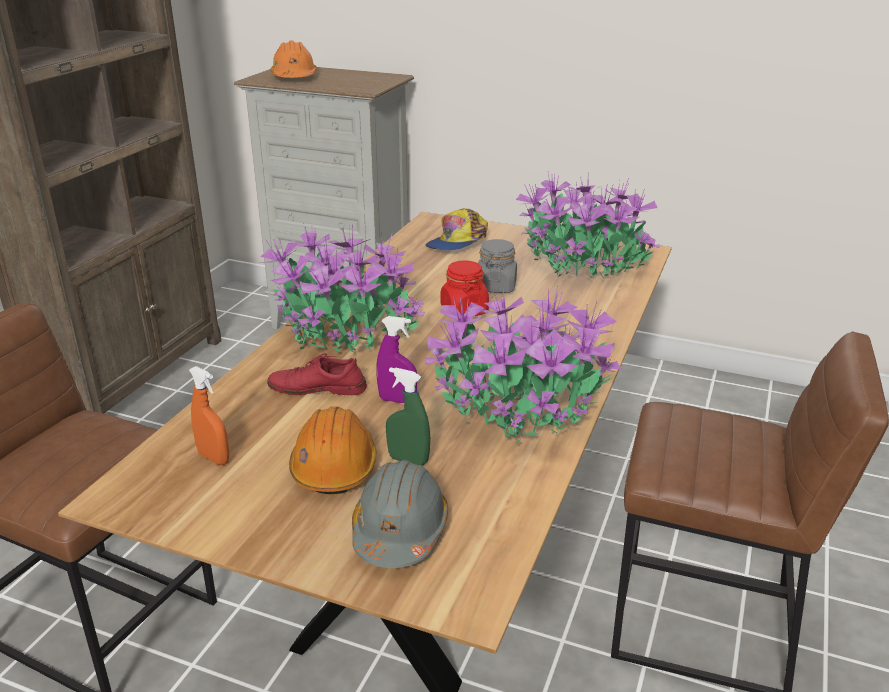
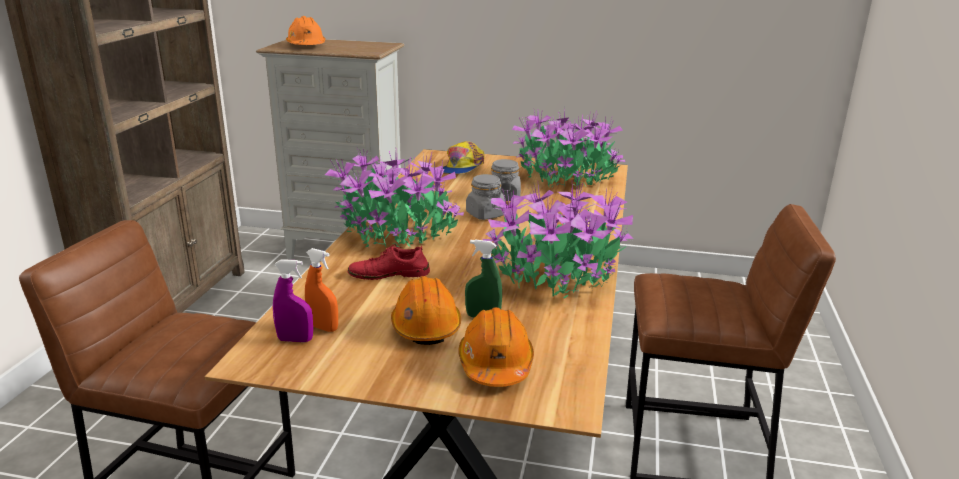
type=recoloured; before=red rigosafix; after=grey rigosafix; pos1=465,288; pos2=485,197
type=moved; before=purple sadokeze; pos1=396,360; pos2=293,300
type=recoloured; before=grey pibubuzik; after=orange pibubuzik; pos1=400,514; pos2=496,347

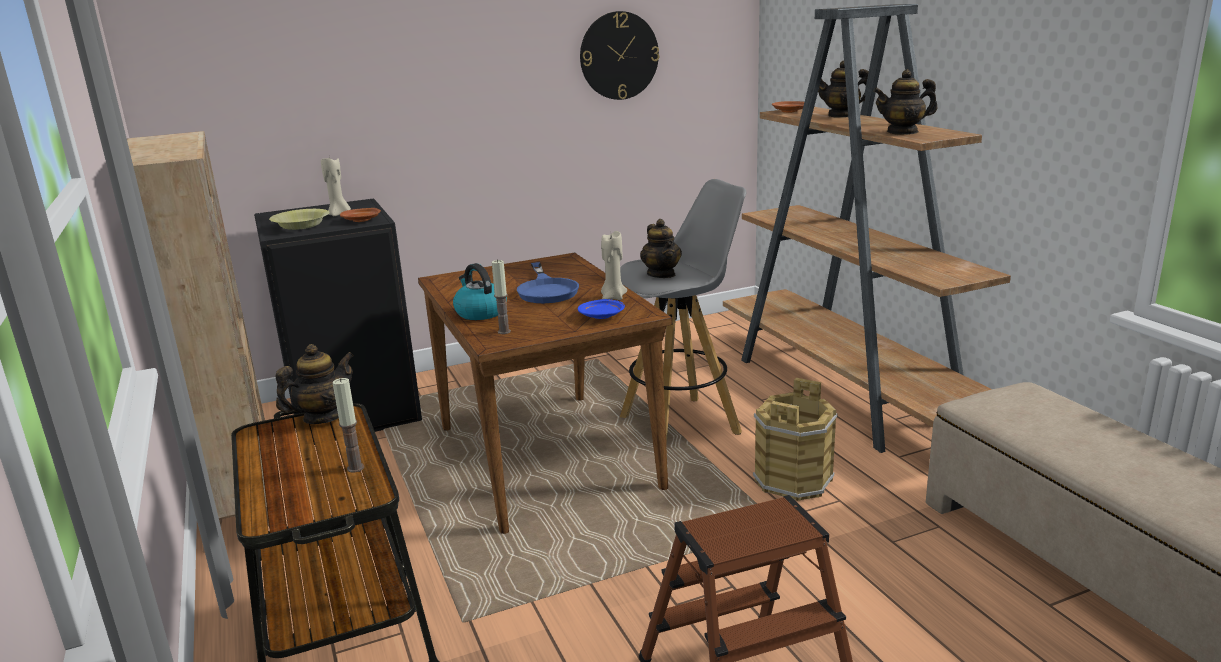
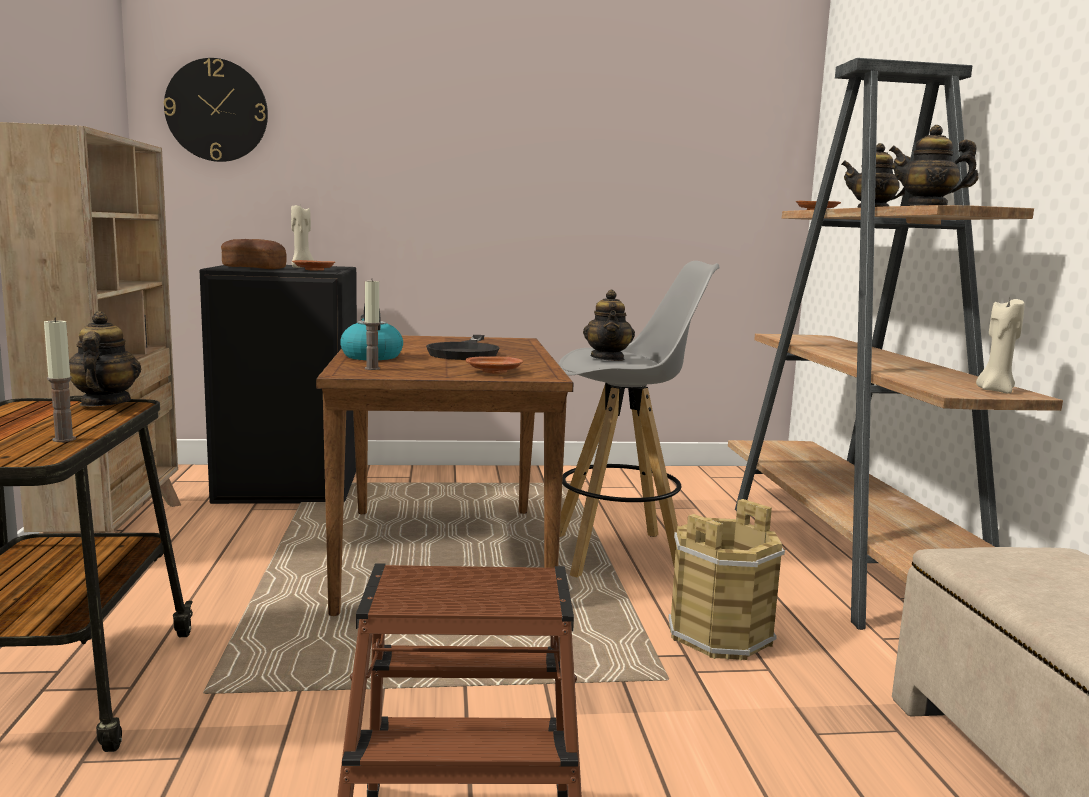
type=moved; before=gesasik; pos1=619,55; pos2=216,110
type=replaced; before=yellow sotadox; after=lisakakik; pos1=299,219; pos2=254,254
type=moved; before=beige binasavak; pos1=614,265; pos2=1000,346
type=recoloured; before=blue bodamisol; after=black bodamisol; pos1=548,282; pos2=462,347
type=recoloured; before=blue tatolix; after=brown tatolix; pos1=601,309; pos2=494,365
type=turned; before=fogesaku; pos1=315,384; pos2=105,359; turn=-75

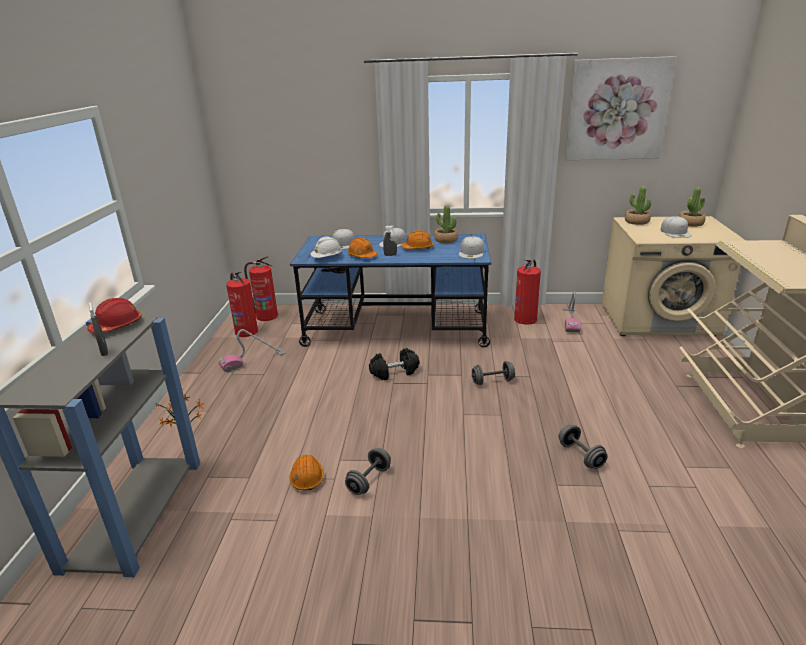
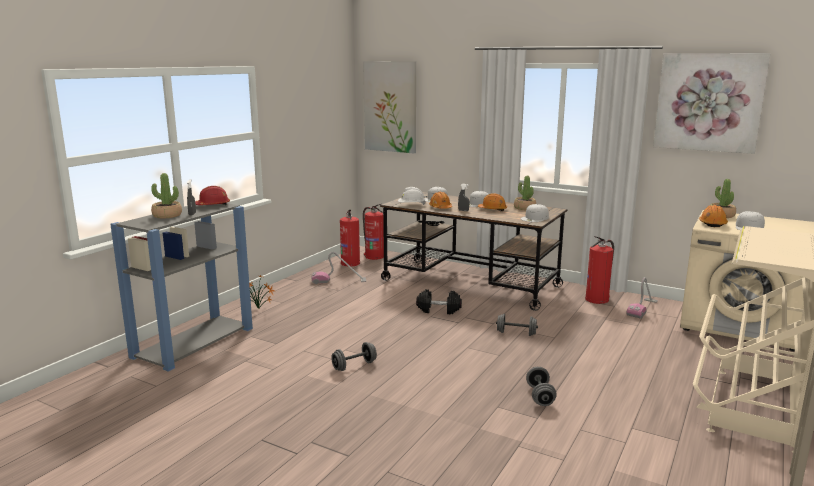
type=moved; before=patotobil; pos1=692,207; pos2=166,196
type=recoloured; before=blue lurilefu; after=brown lurilefu; pos1=390,291; pos2=473,251
type=moved; before=orange pibubuzik; pos1=307,473; pos2=713,216
type=added; after=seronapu; pos2=389,107

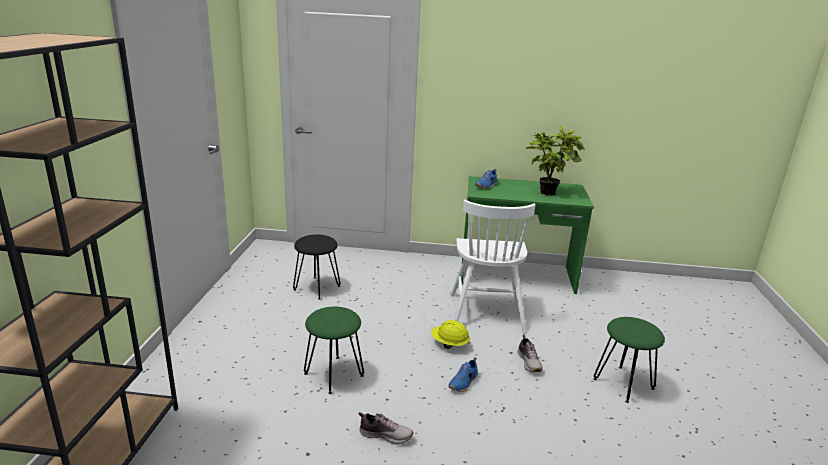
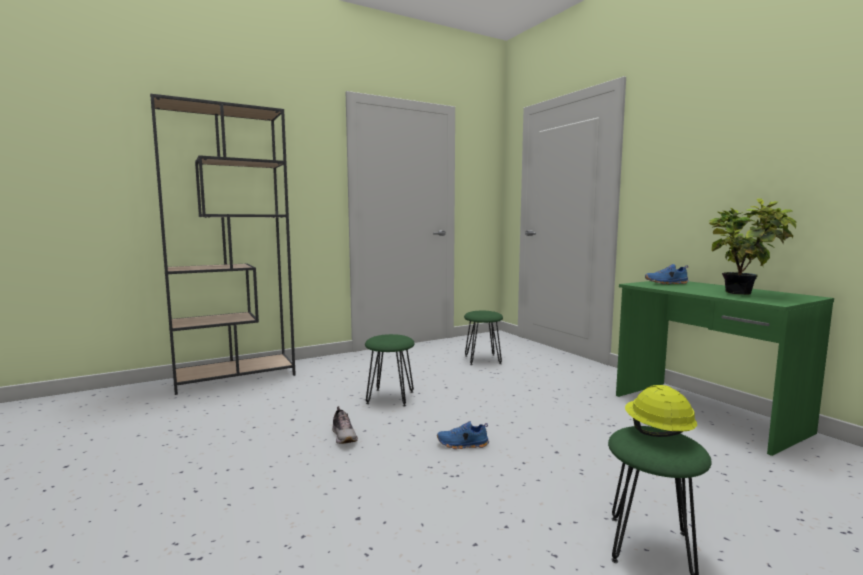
type=removed; before=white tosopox; pos1=492,266
type=recoloured; before=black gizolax; after=green gizolax; pos1=317,267; pos2=483,338
type=moved; before=yellow pibubuzik; pos1=450,334; pos2=661,411
type=removed; before=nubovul; pos1=530,353

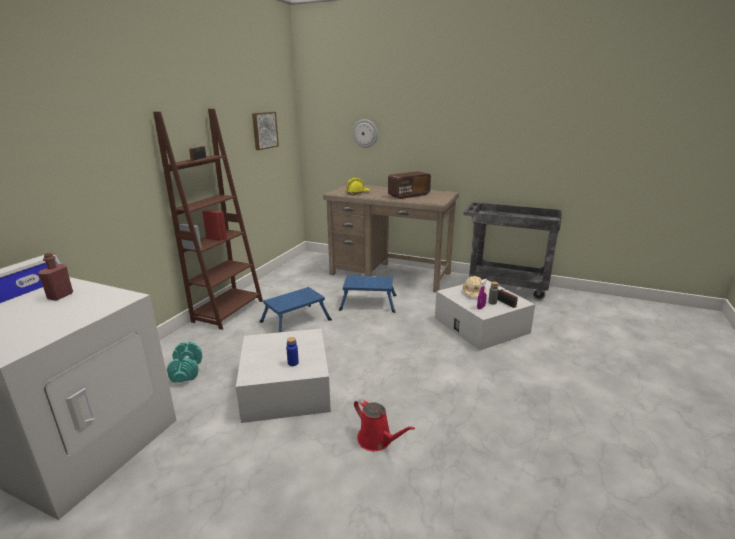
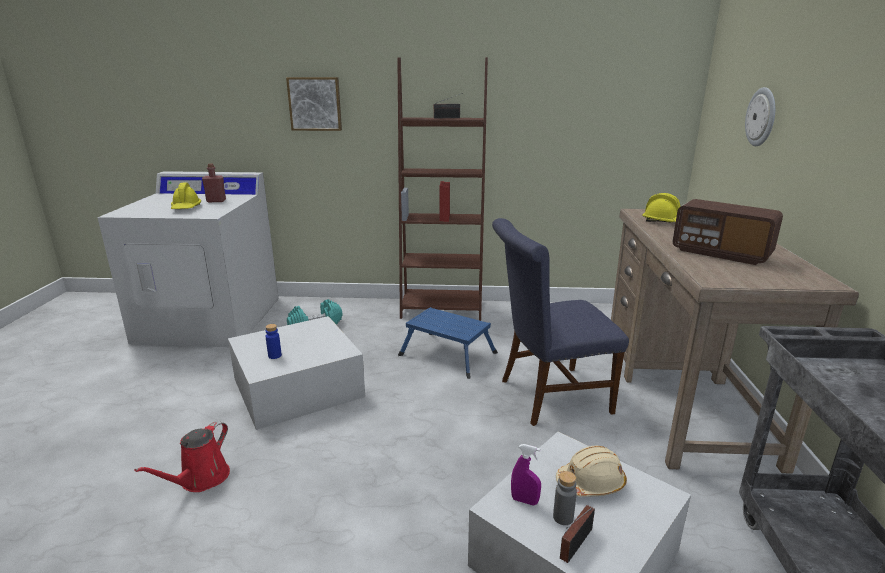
type=moved; before=seronapu; pos1=265,131; pos2=314,104
type=replaced; before=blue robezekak; after=blue tosopox; pos1=368,294; pos2=560,322
type=added; after=yellow pibubuzik; pos2=186,196

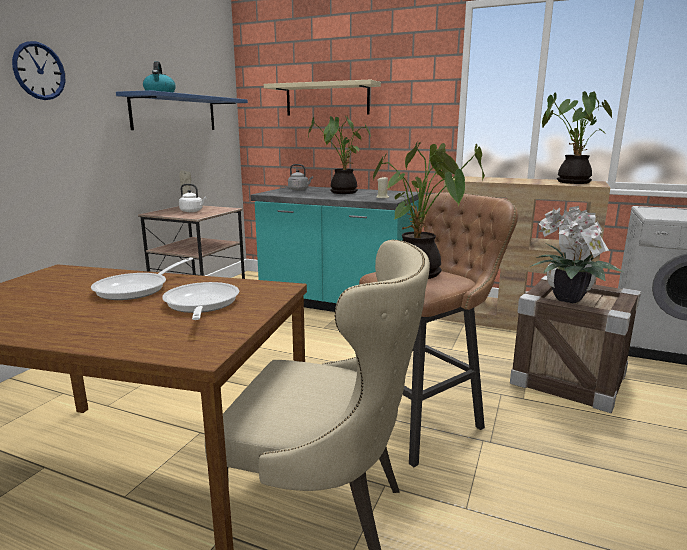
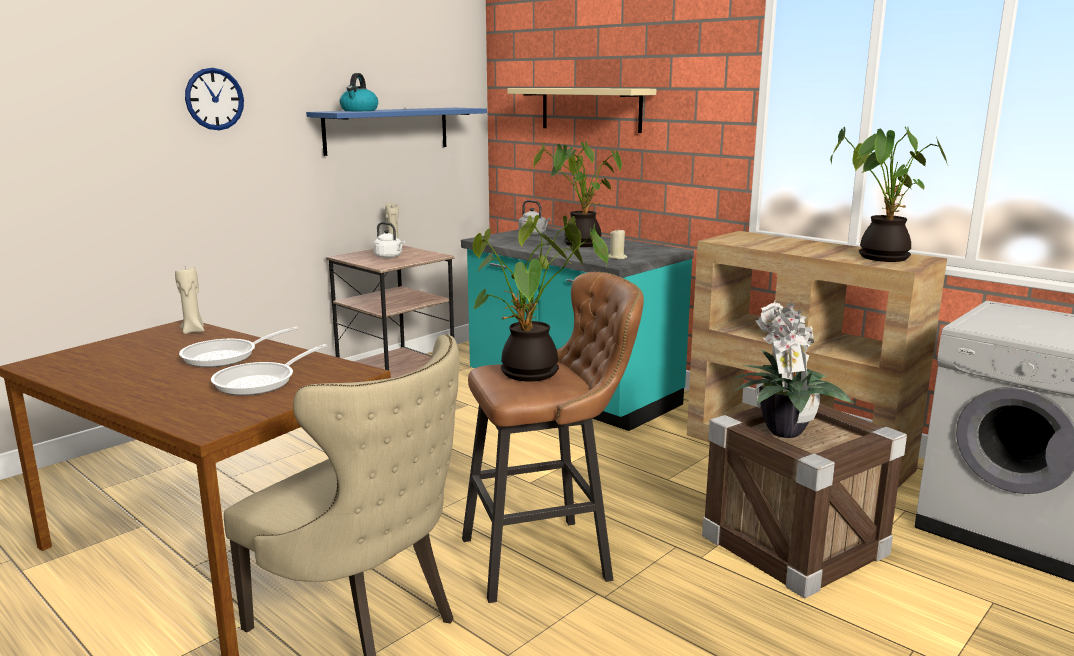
type=turned; before=bodamisol; pos1=200,301; pos2=269,370; turn=-150
type=added; after=beige binasavak; pos2=190,300

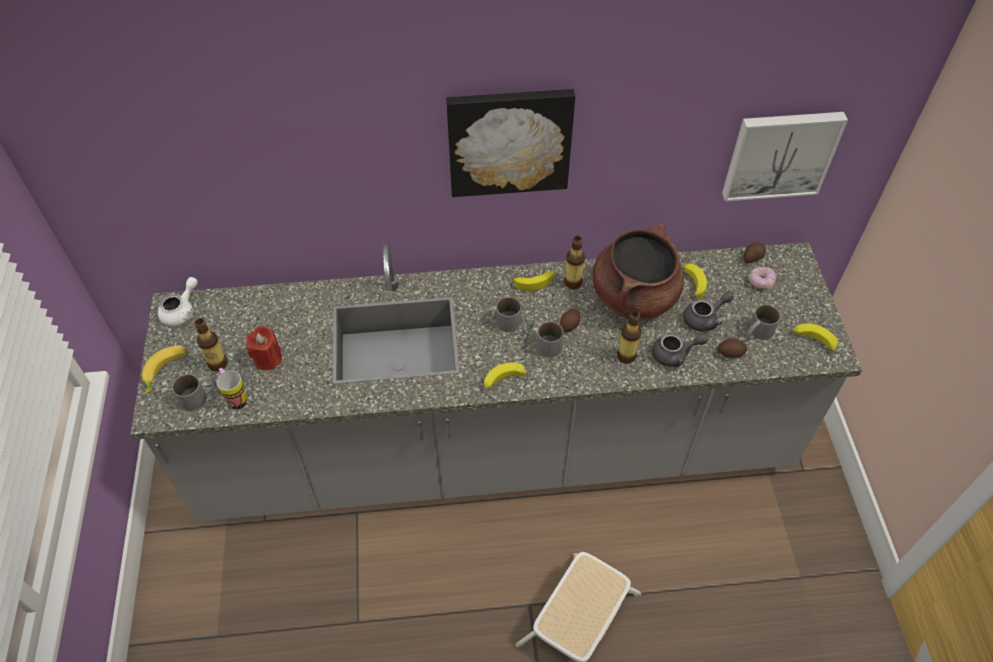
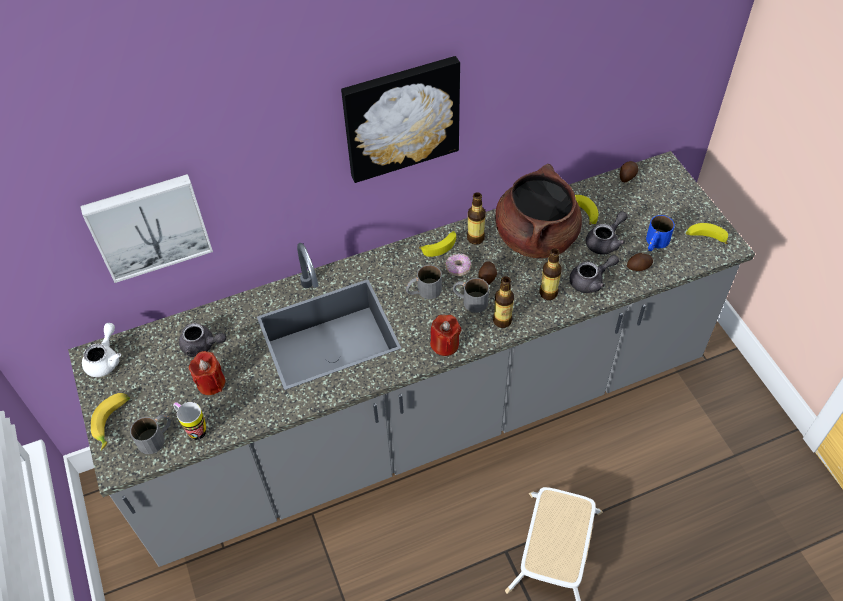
type=moved; before=seronapu; pos1=785,157; pos2=146,228
type=moved; before=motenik; pos1=762,277; pos2=458,264
type=recoloured; before=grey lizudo; after=blue lizudo; pos1=763,322; pos2=660,233
type=moved; before=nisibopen; pos1=211,344; pos2=503,302
type=replaced; before=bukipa; after=red binasavak; pos1=506,375; pos2=445,335
type=added; after=grey fogesaku; pos2=202,340

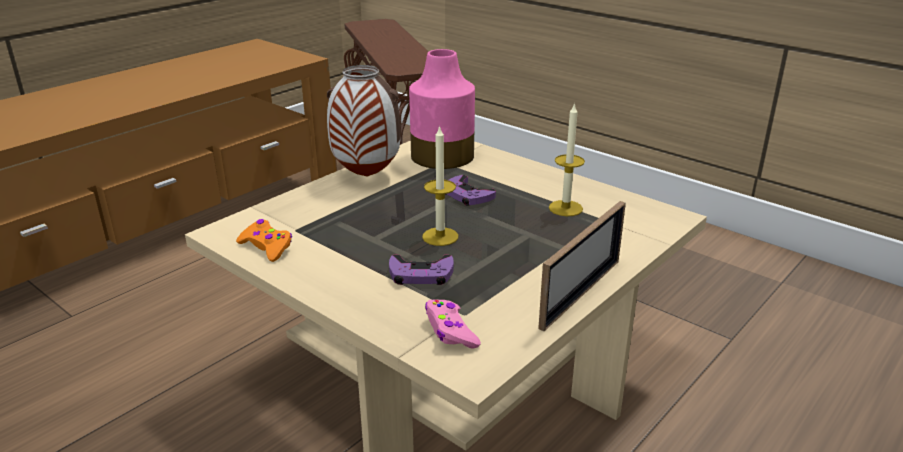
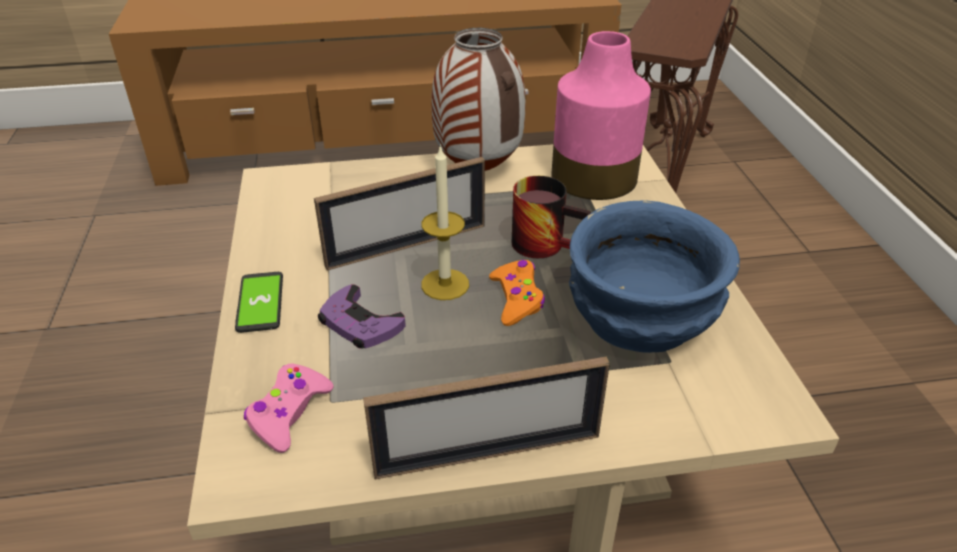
type=replaced; before=binasavak; after=blue sotadox; pos1=567,159; pos2=654,276
type=replaced; before=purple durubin; after=lizudo; pos1=470,190; pos2=551,217
type=moved; before=orange durubin; pos1=264,240; pos2=517,293
type=added; after=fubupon; pos2=399,214
type=added; after=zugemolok; pos2=259,302

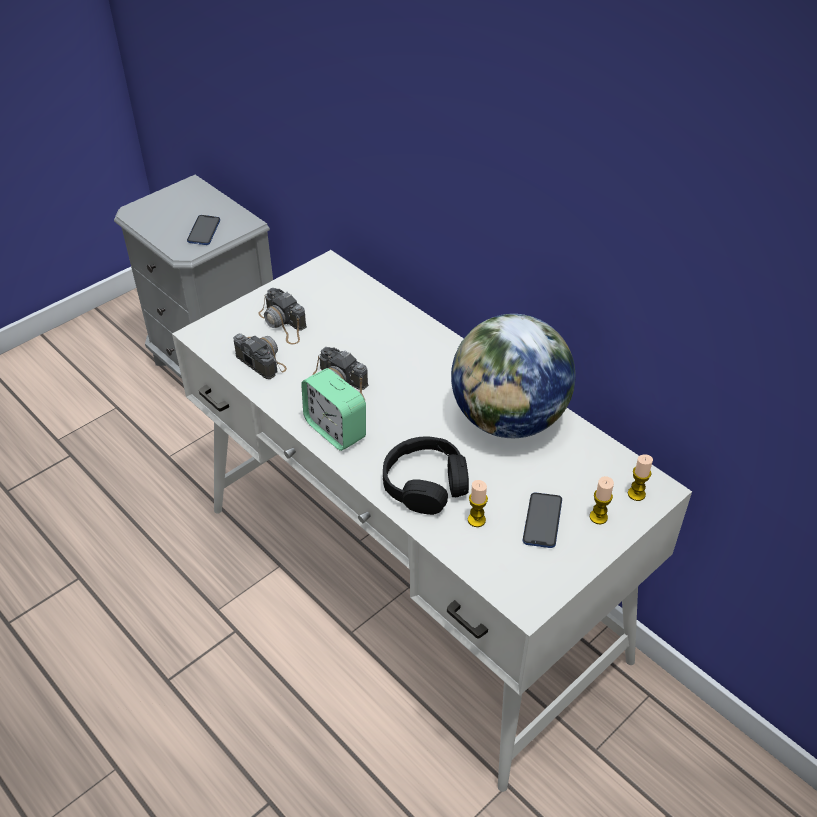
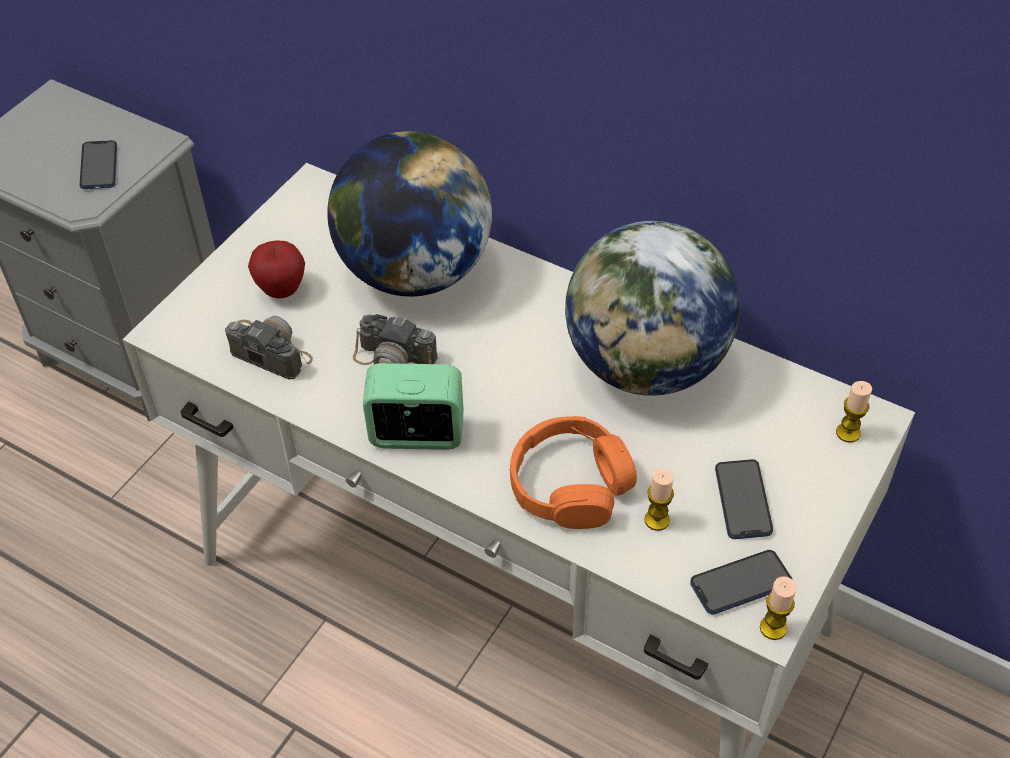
type=replaced; before=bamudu; after=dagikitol; pos1=282,316; pos2=276,269
type=turned; before=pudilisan; pos1=333,409; pos2=413,406; turn=150
type=recoloured; before=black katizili; after=orange katizili; pos1=426,475; pos2=573,472
type=moved; before=binasavak; pos1=602,500; pos2=778,608
type=added; after=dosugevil; pos2=409,214
type=added; after=zugemolok; pos2=741,582

